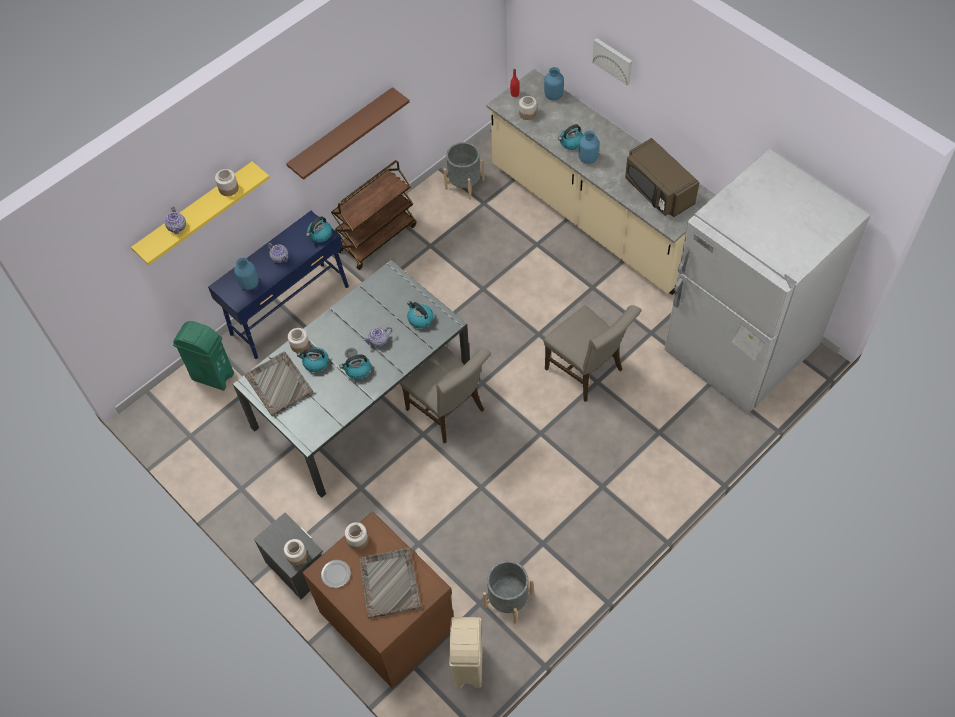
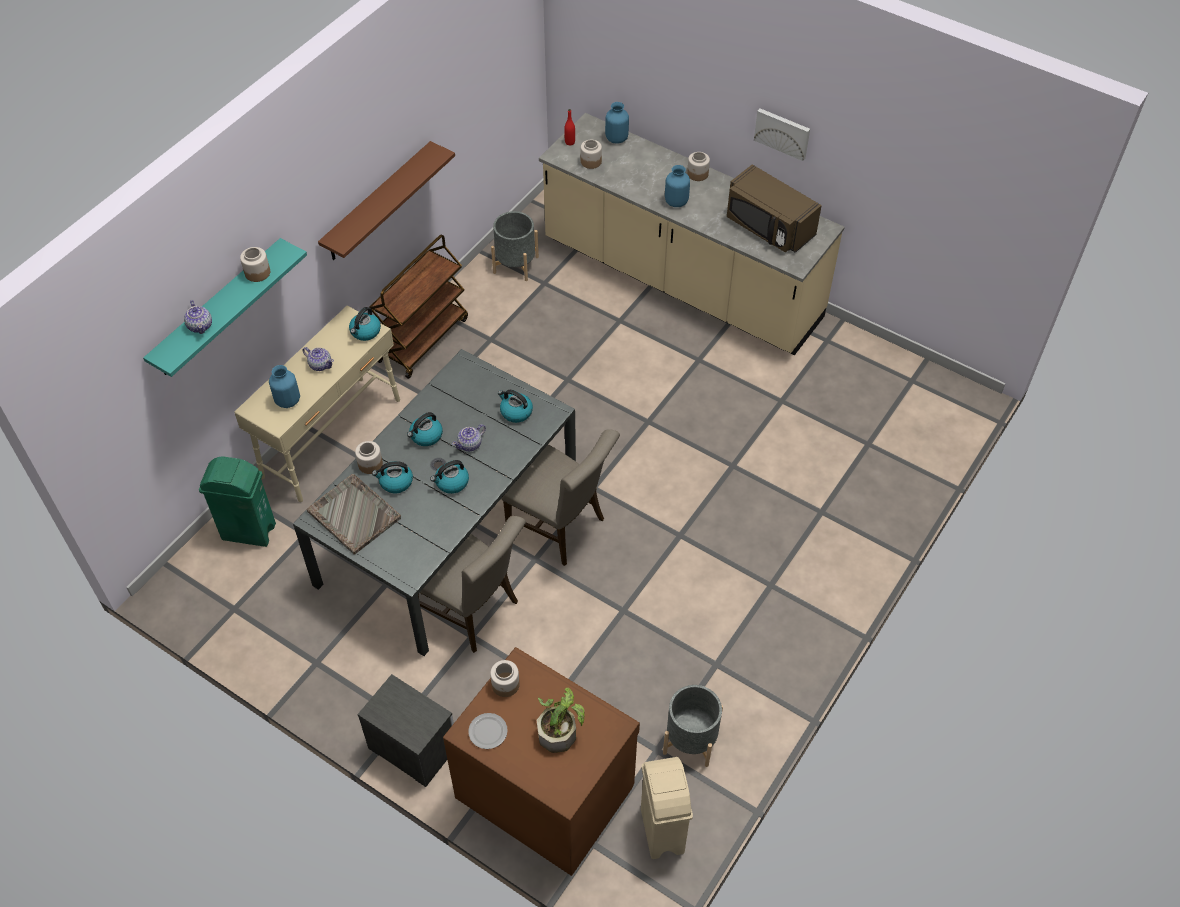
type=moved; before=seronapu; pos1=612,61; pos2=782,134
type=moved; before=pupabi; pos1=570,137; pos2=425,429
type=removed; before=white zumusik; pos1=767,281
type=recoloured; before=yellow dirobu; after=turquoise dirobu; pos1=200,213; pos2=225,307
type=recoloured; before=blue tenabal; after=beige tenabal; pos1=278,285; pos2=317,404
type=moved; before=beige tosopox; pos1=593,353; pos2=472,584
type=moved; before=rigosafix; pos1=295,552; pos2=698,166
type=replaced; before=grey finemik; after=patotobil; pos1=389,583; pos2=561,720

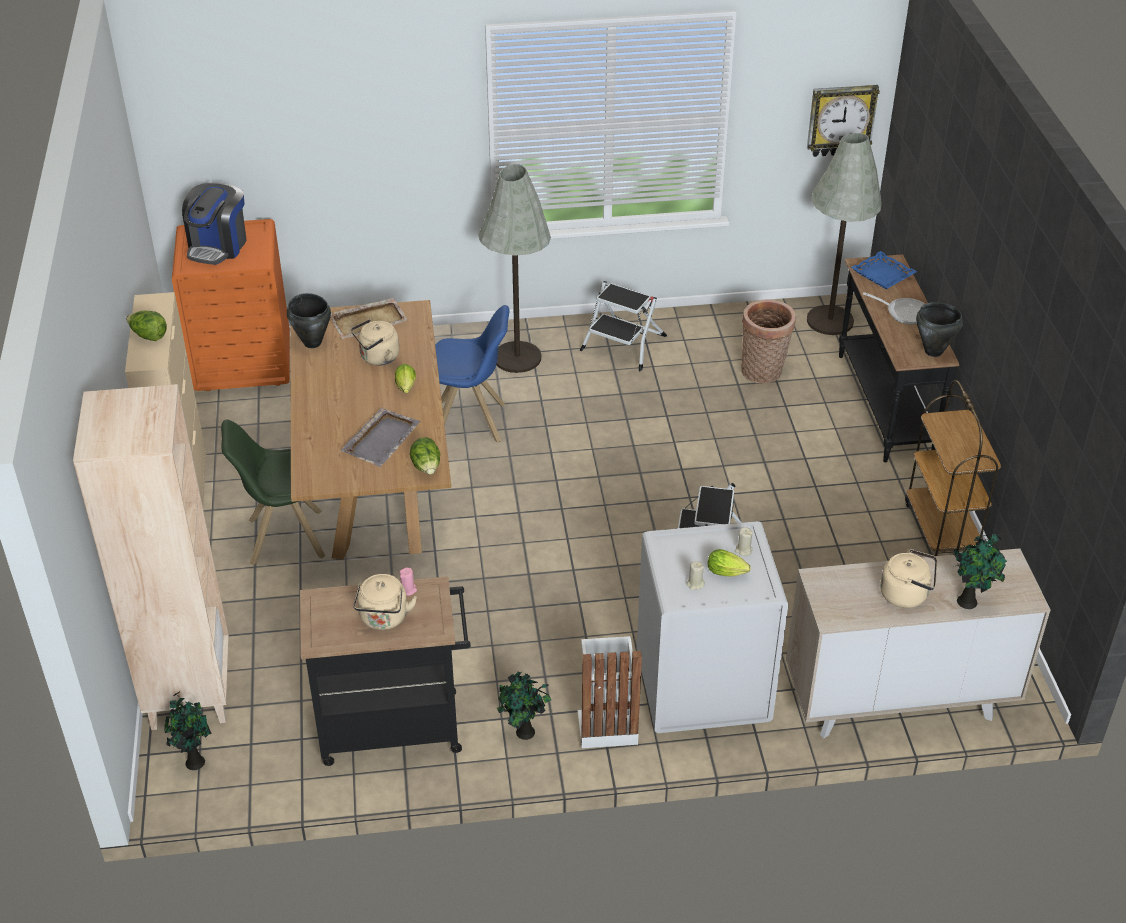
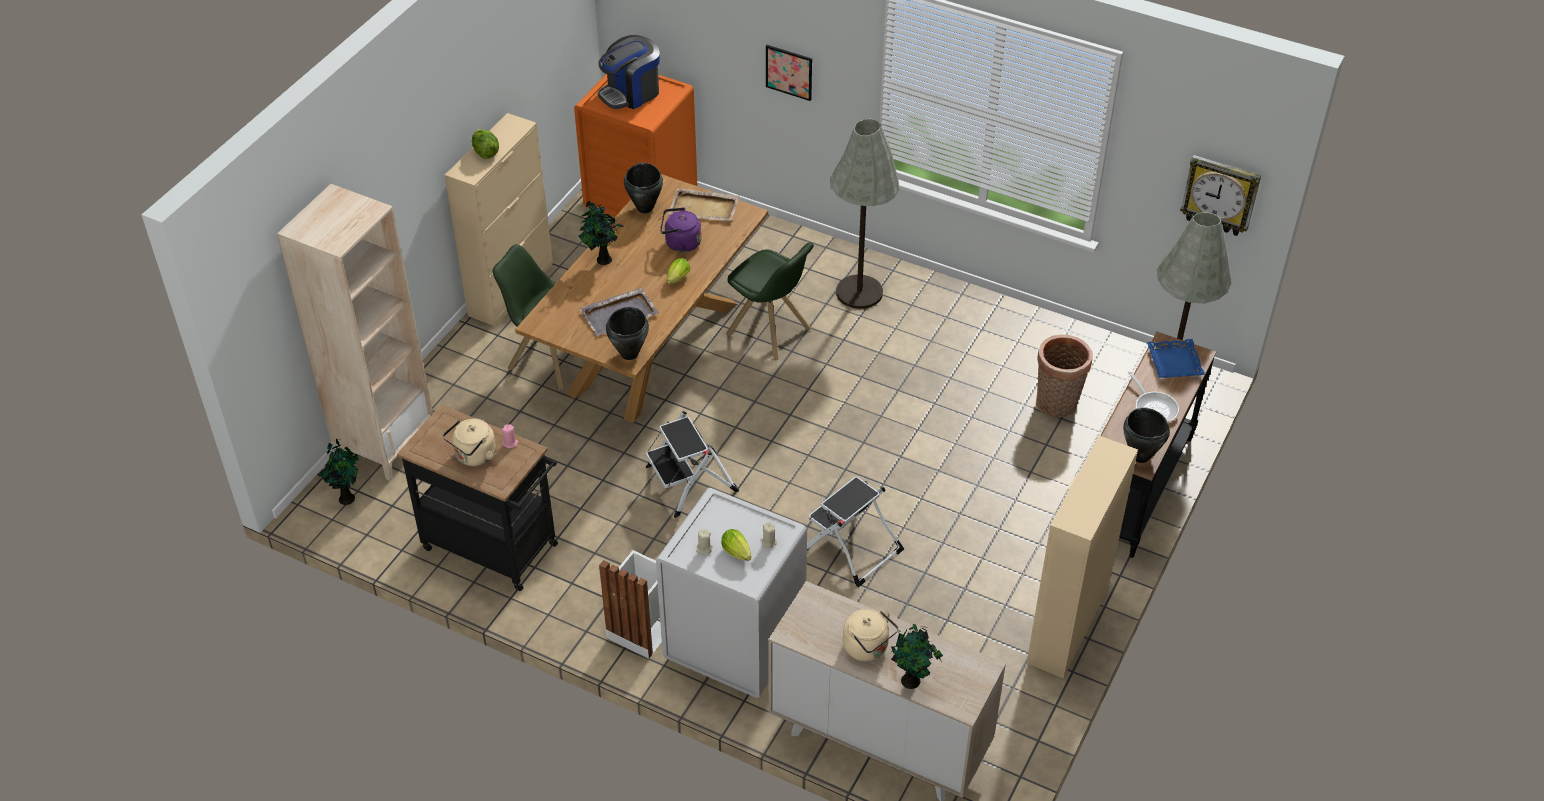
type=moved; before=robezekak; pos1=623,326; pos2=692,464
type=recoloured; before=blue tosopox; after=green tosopox; pos1=472,374; pos2=770,301
type=recoloured; before=beige pupabi; after=purple pupabi; pos1=375,342; pos2=681,229
type=replaced; before=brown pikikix; after=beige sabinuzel; pos1=953,468; pos2=1082,557
type=replaced; before=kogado; after=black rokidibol; pos1=425,455; pos2=627,333
type=moved; before=patotobil; pos1=524,706; pos2=601,233
type=added; after=seronapu; pos2=789,73

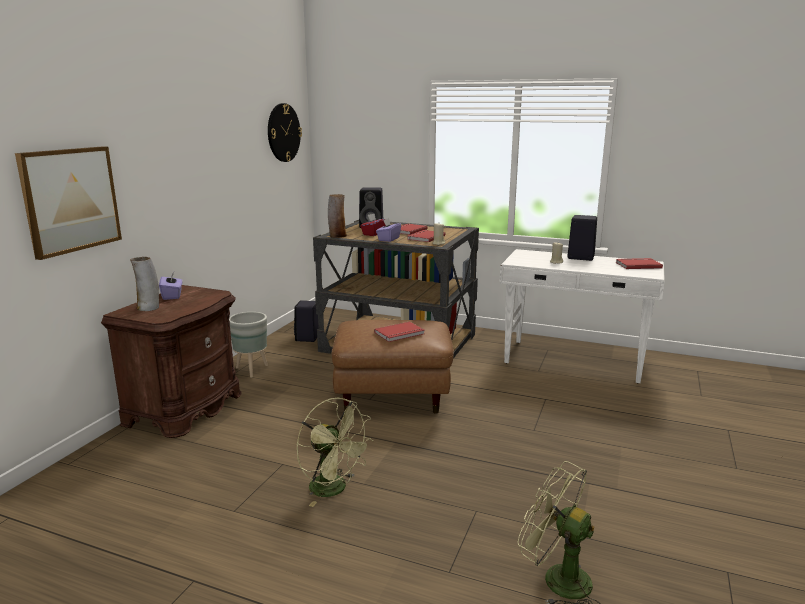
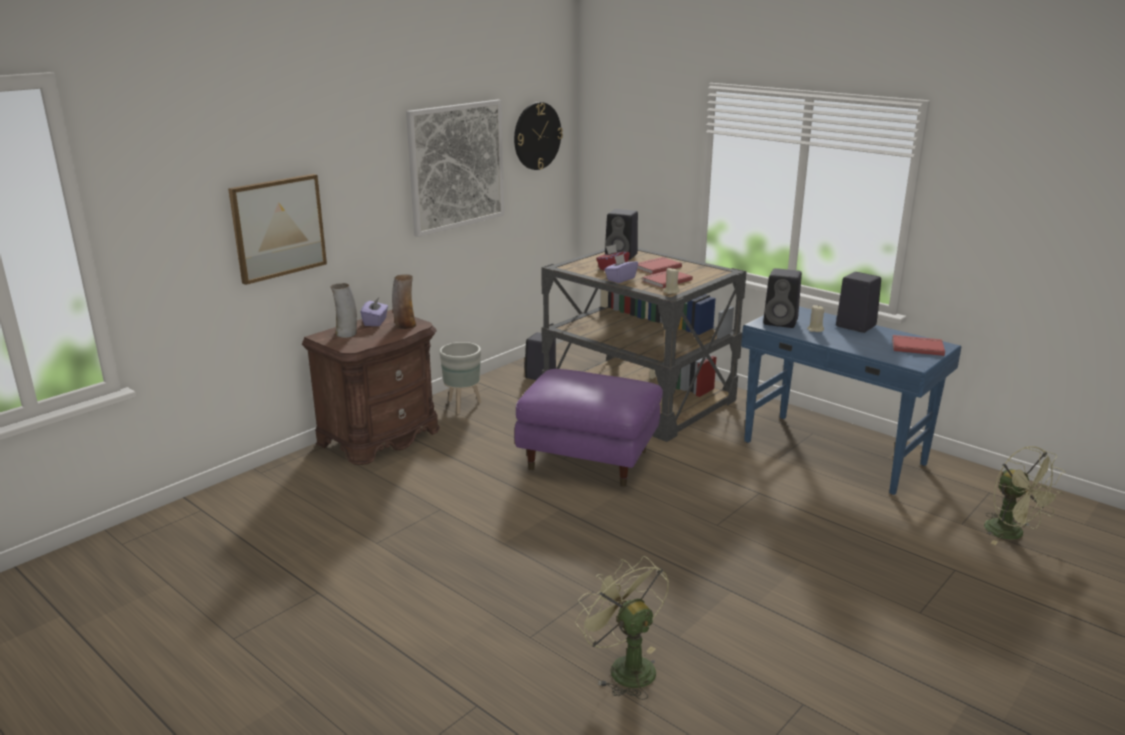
type=moved; before=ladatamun; pos1=337,216; pos2=404,301
type=recoloured; before=white tenabal; after=blue tenabal; pos1=582,316; pos2=851,401
type=recoloured; before=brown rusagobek; after=purple rusagobek; pos1=393,367; pos2=588,428
type=removed; before=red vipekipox; pos1=399,331
type=moved; before=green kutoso; pos1=335,452; pos2=1024,495
type=added; after=seronapu; pos2=455,168
type=added; after=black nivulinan; pos2=782,298

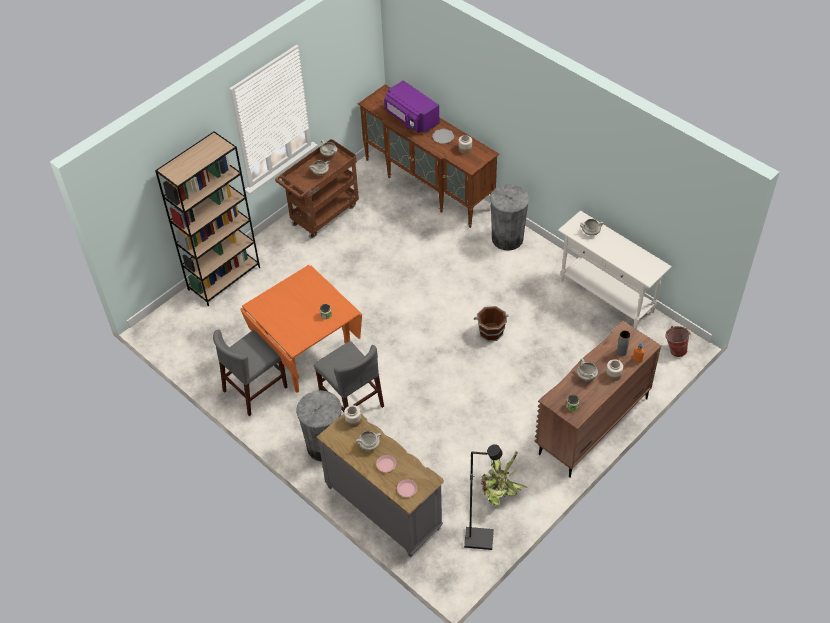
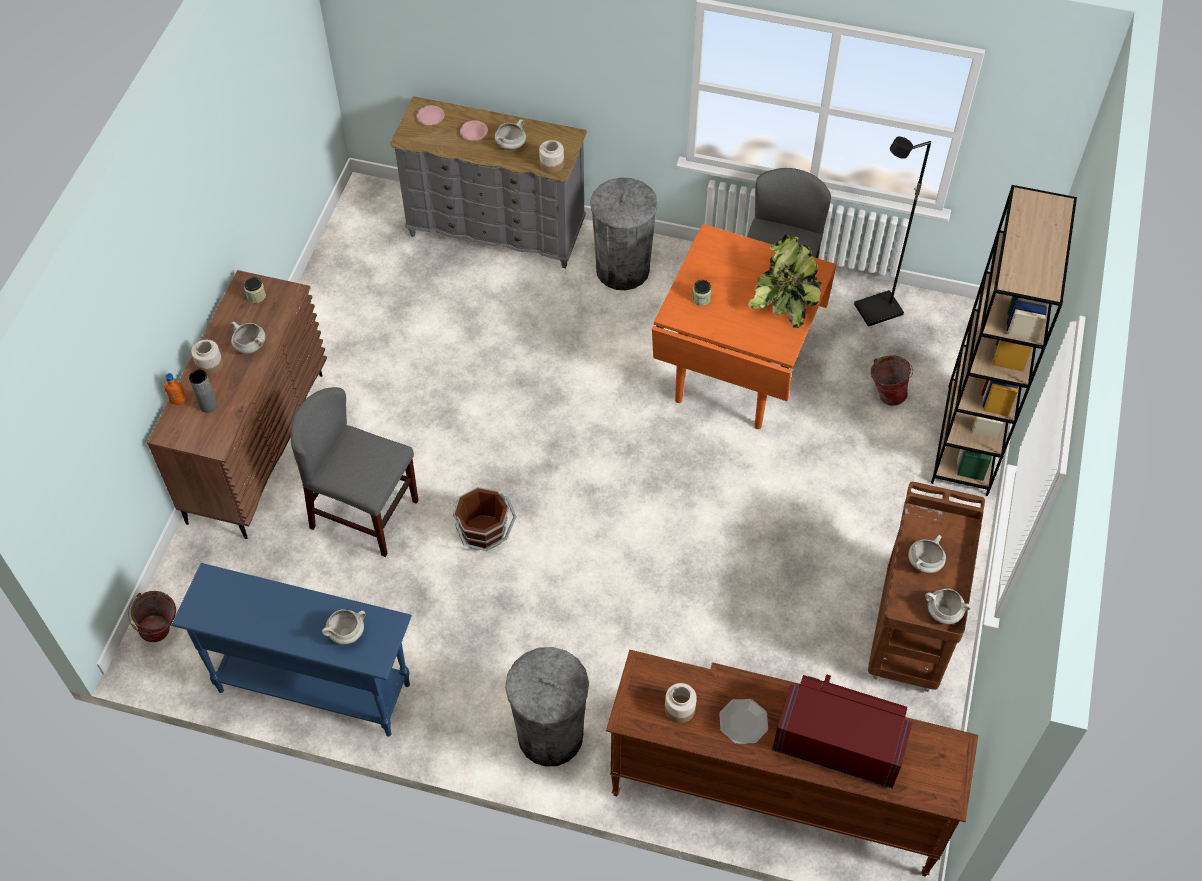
type=recoloured; before=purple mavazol; after=red mavazol; pos1=411,106; pos2=842,731
type=recoloured; before=white tenabal; after=blue tenabal; pos1=615,270; pos2=291,650
type=moved; before=grey tosopox; pos1=349,376; pos2=355,472
type=moved; before=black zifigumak; pos1=483,497; pos2=892,231
type=moved; before=patotobil; pos1=504,478; pos2=785,281
type=added; after=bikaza; pos2=892,380

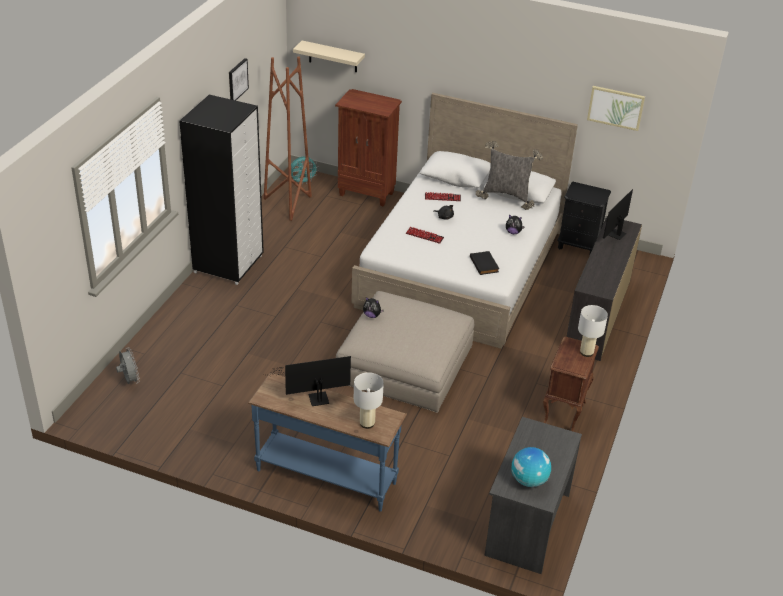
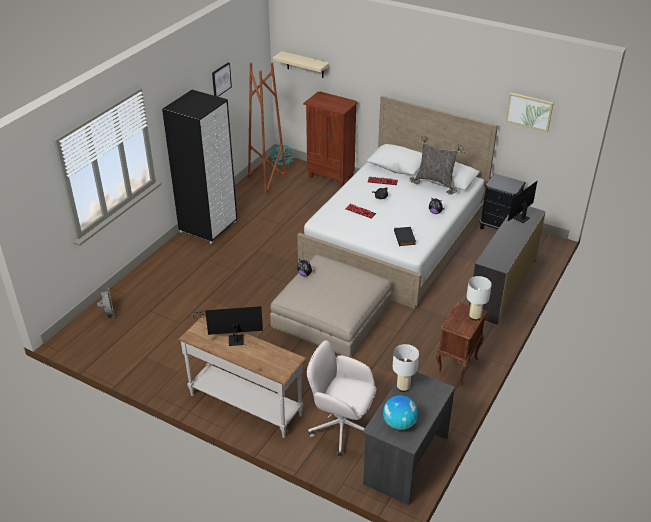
type=moved; before=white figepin; pos1=368,400; pos2=406,368
type=recoloured; before=blue tenabal; after=white tenabal; pos1=327,442; pos2=242,377
type=added; after=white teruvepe; pos2=341,398

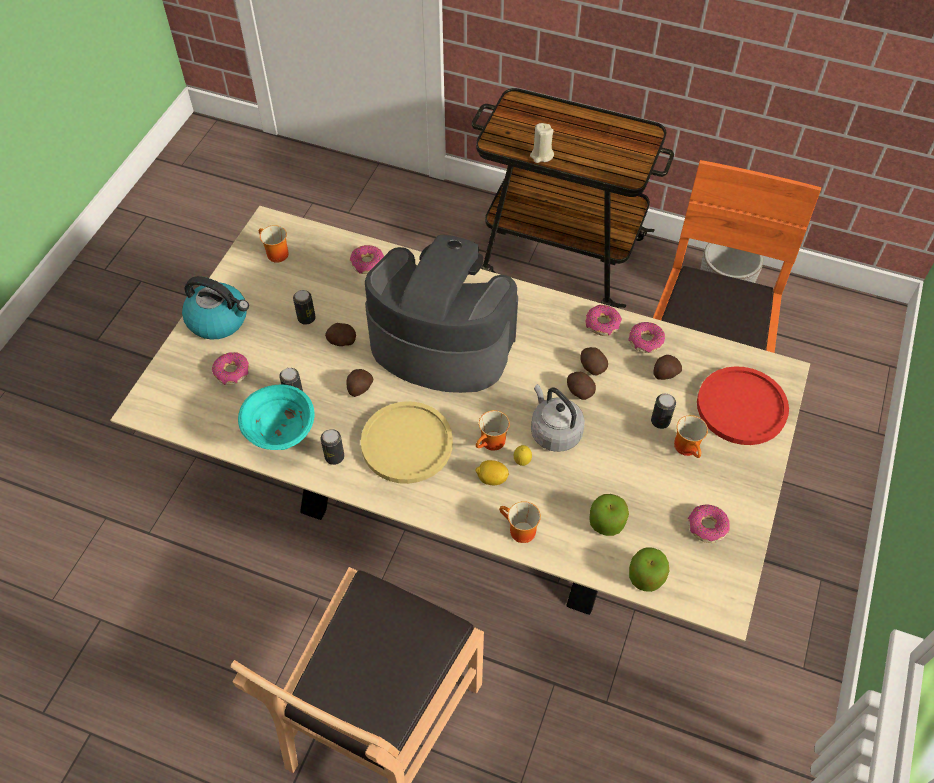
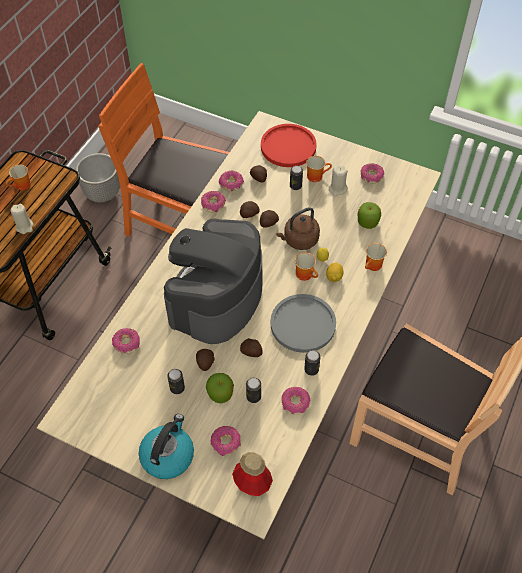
type=moved; before=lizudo; pos1=274,244; pos2=18,177
type=recoloured; before=grey pupabi; after=brown pupabi; pos1=558,418; pos2=298,228
type=replaced; before=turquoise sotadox; after=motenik; pos1=276,417; pos2=296,401
type=recoloured; before=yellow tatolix; after=grey tatolix; pos1=407,442; pos2=303,323
type=moved; before=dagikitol; pos1=649,570; pos2=220,388
type=added; after=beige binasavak; pos2=338,181
type=added; after=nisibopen; pos2=252,474

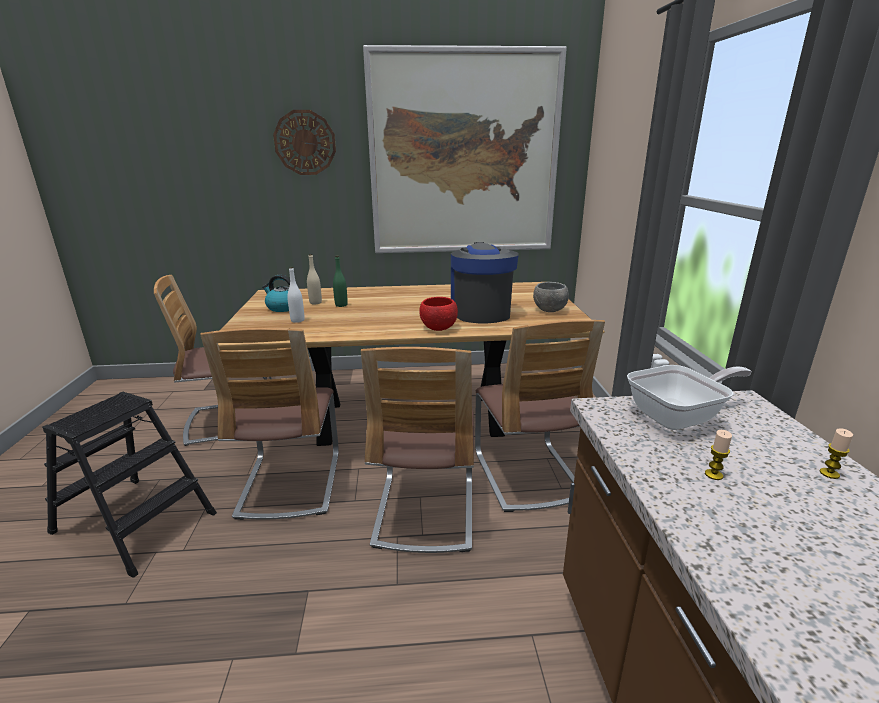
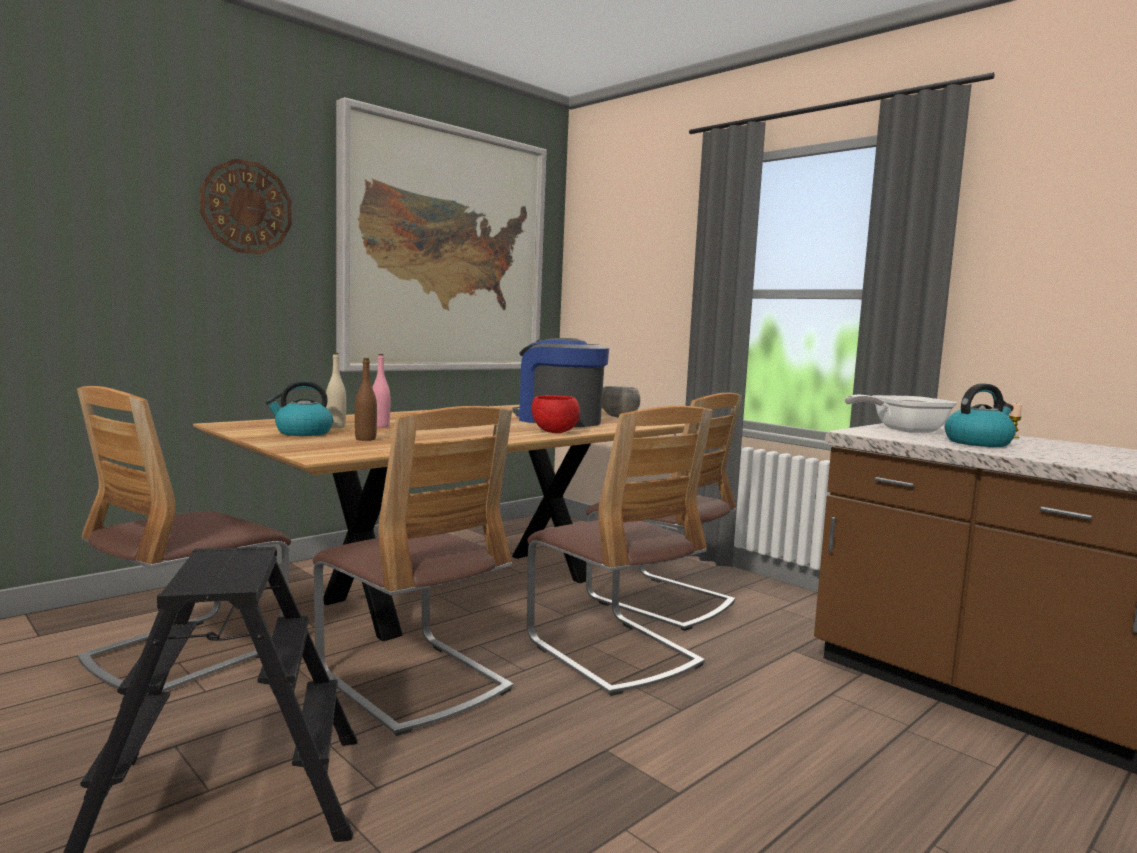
type=recoloured; before=green nisibopen; after=pink nisibopen; pos1=340,281; pos2=381,391
type=recoloured; before=white nisibopen; after=brown nisibopen; pos1=296,295; pos2=366,399
type=turned; before=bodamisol; pos1=689,397; pos2=901,414; turn=-135
type=replaced; before=binasavak; after=pupabi; pos1=718,455; pos2=980,415

